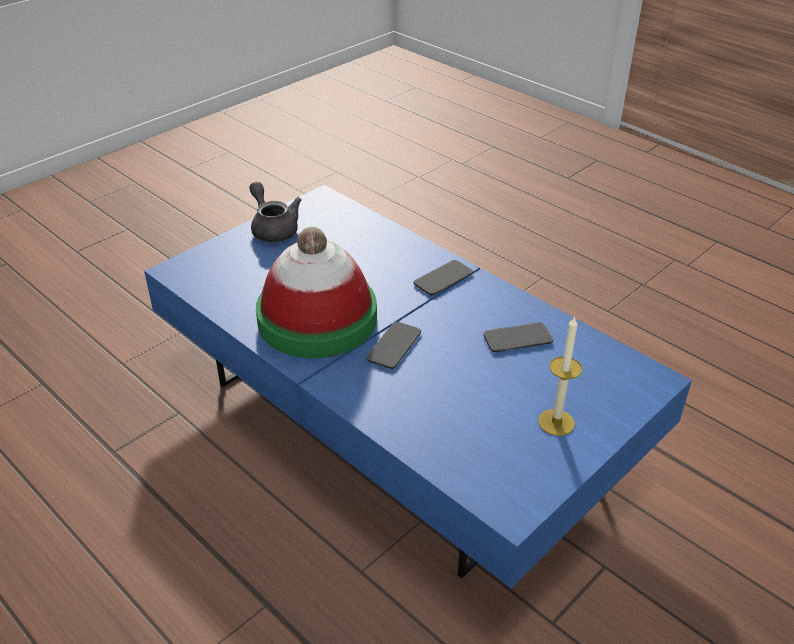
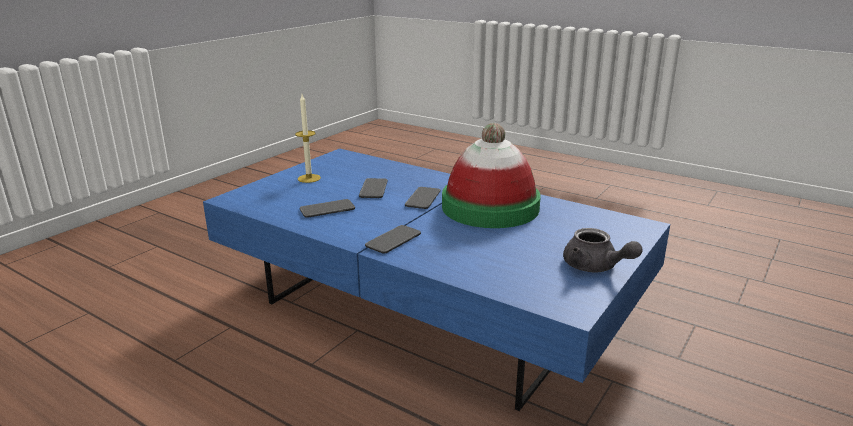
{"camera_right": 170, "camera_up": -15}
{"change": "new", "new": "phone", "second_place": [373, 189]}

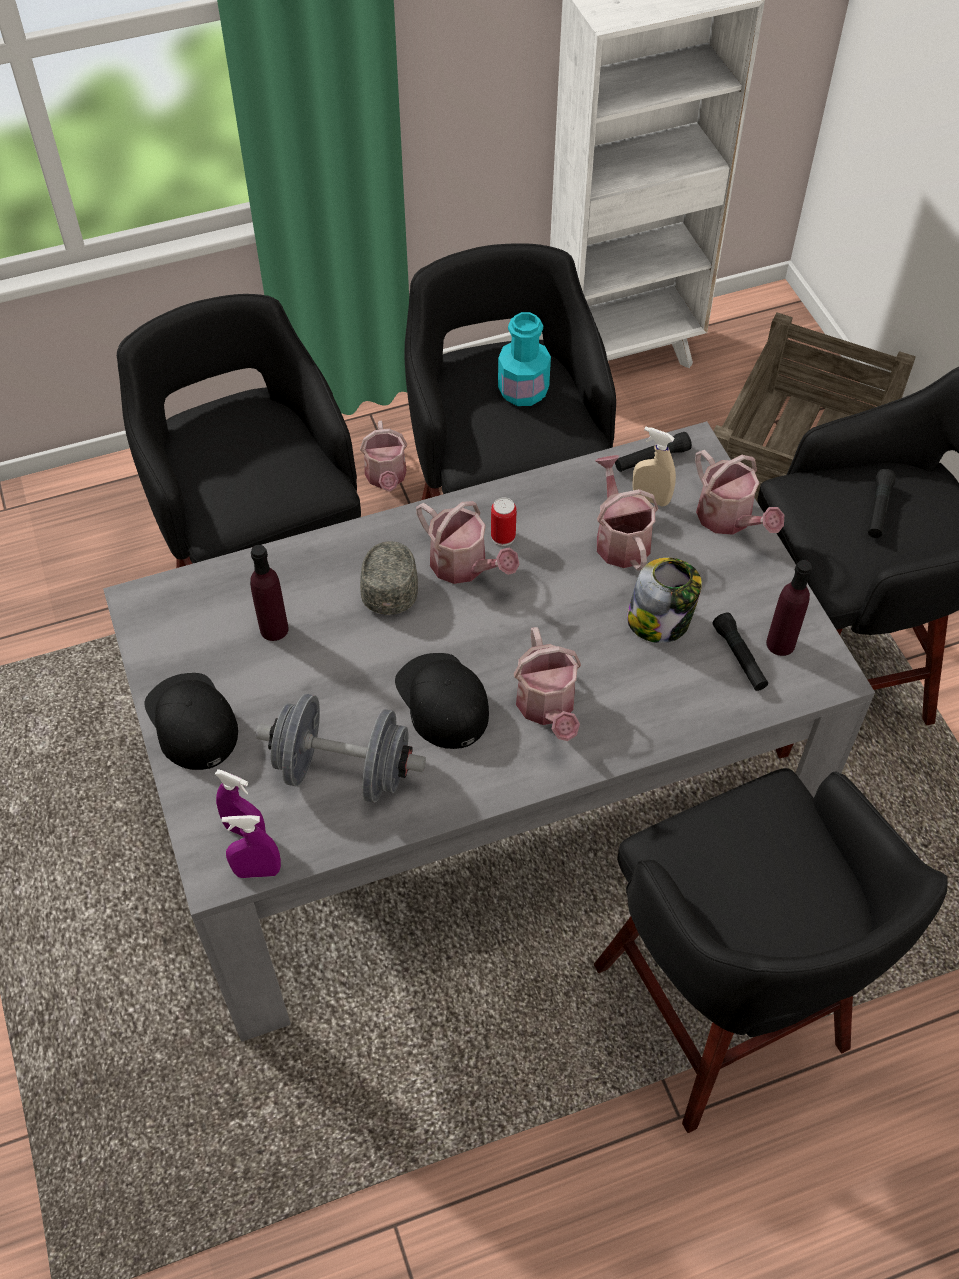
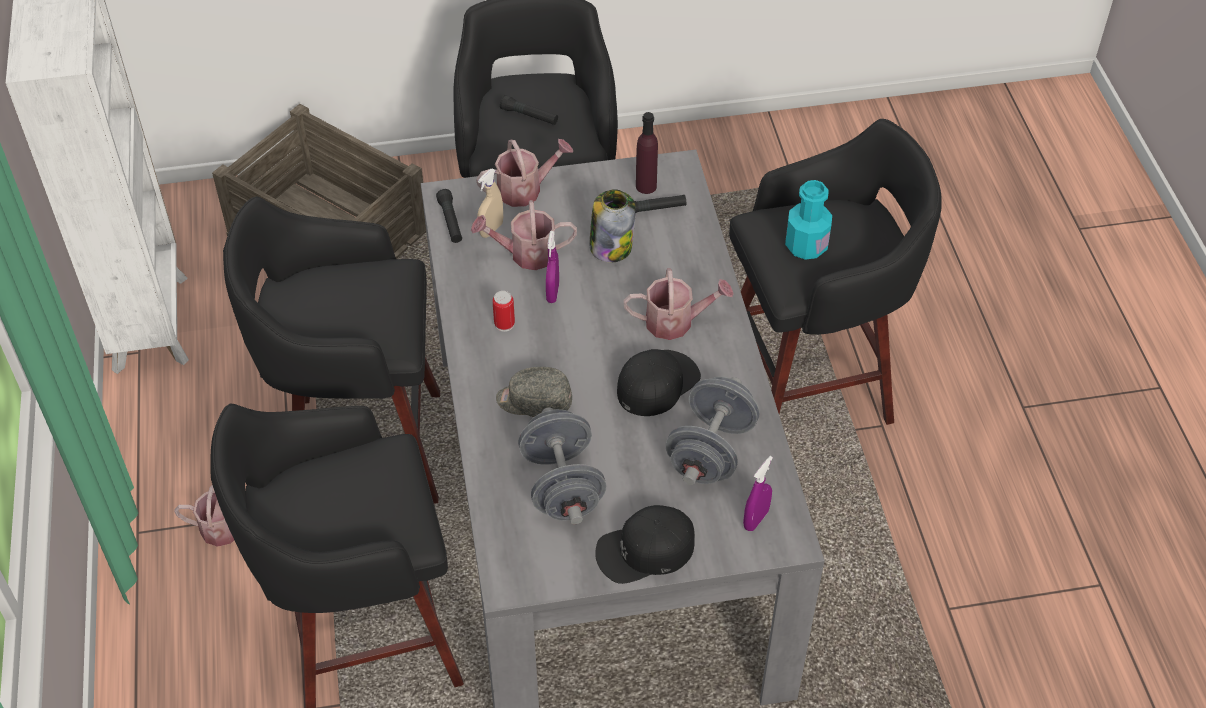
{"camera_right": -80, "camera_up": -5}
{"change": "gone", "old": "watering can", "first_place": [464, 566]}
{"change": "shifted", "old": "purple spray bottle", "first_place": [257, 871], "second_place": [552, 293]}
{"change": "shifted", "old": "turquoise bottle", "first_place": [523, 391], "second_place": [806, 245]}
{"change": "swapped", "old": "purple bottle", "new": "grey dumbbell", "first_place": [274, 629], "second_place": [562, 486]}
{"change": "rotated", "old": "black cap", "first_place": [442, 700], "second_place": [657, 383], "degrees": 150}

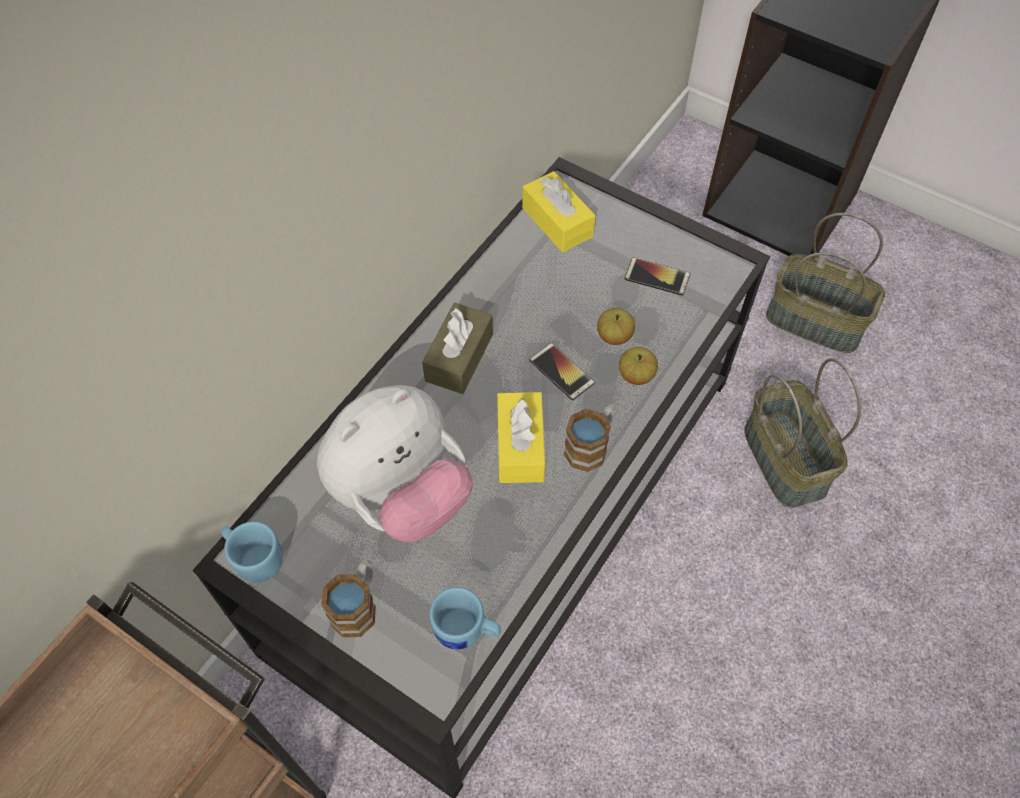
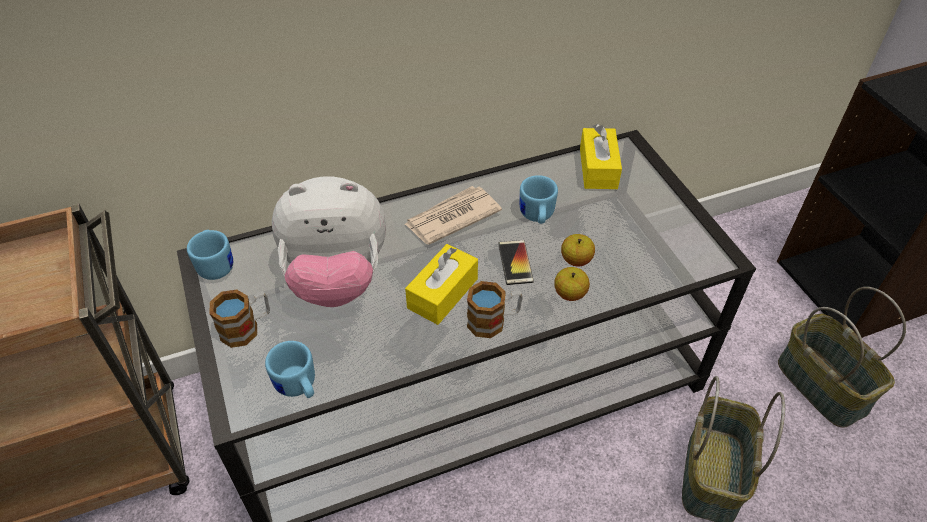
{"camera_right": 35, "camera_up": -10}
{"change": "gone", "old": "phone", "first_place": [657, 277]}
{"change": "new", "new": "blue mug", "second_place": [536, 217]}
{"change": "swapped", "old": "brown tissue box", "new": "newspaper", "first_place": [459, 357], "second_place": [451, 217]}

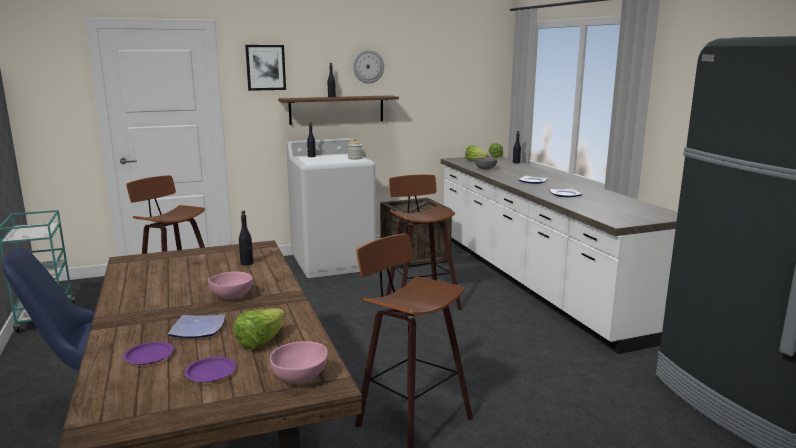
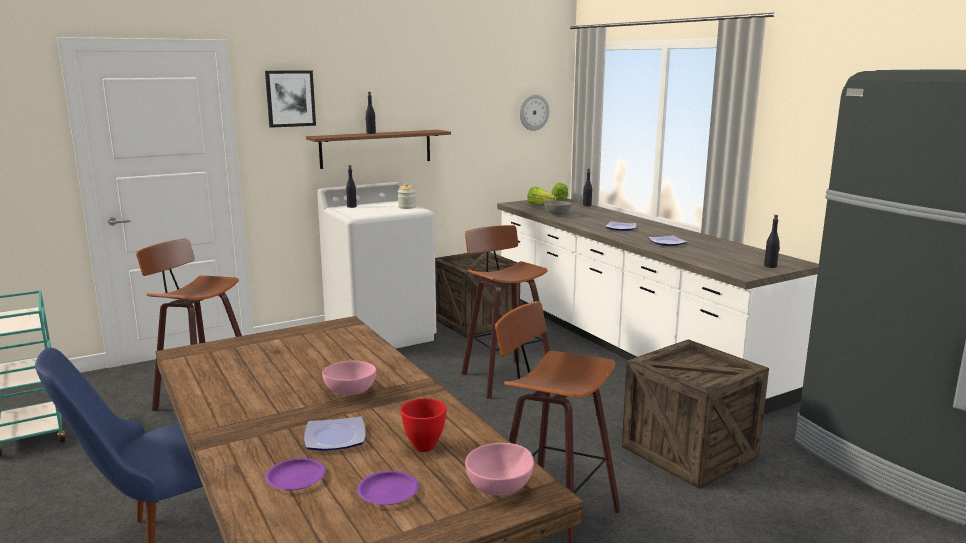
{"camera_right": -10, "camera_up": 0}
{"change": "new", "new": "crate", "second_place": [689, 451]}
{"change": "shifted", "old": "black bottle", "first_place": [247, 263], "second_place": [770, 266]}
{"change": "shifted", "old": "wall clock", "first_place": [368, 66], "second_place": [533, 112]}
{"change": "swapped", "old": "lettuce", "new": "red bowl", "first_place": [260, 341], "second_place": [423, 447]}

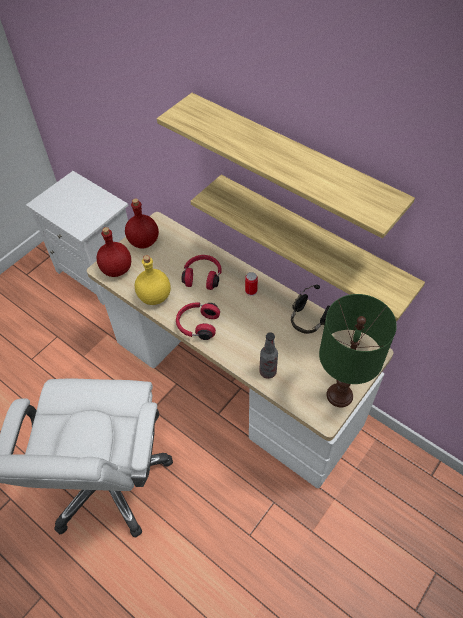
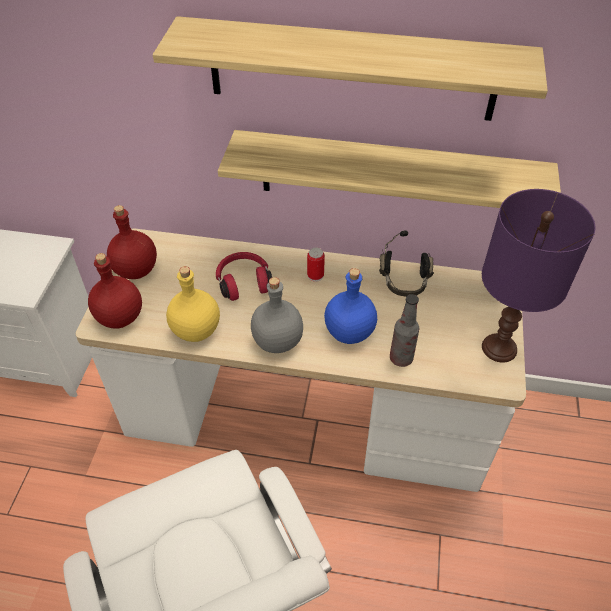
{"camera_right": -30, "camera_up": -5}
{"change": "new", "new": "blue bottle", "second_place": [349, 333]}
{"change": "swapped", "old": "red headphones", "new": "grey bottle", "first_place": [197, 325], "second_place": [276, 341]}
{"change": "repainted", "old": "green table lamp", "new": "purple table lamp", "first_place": [339, 394], "second_place": [499, 347]}

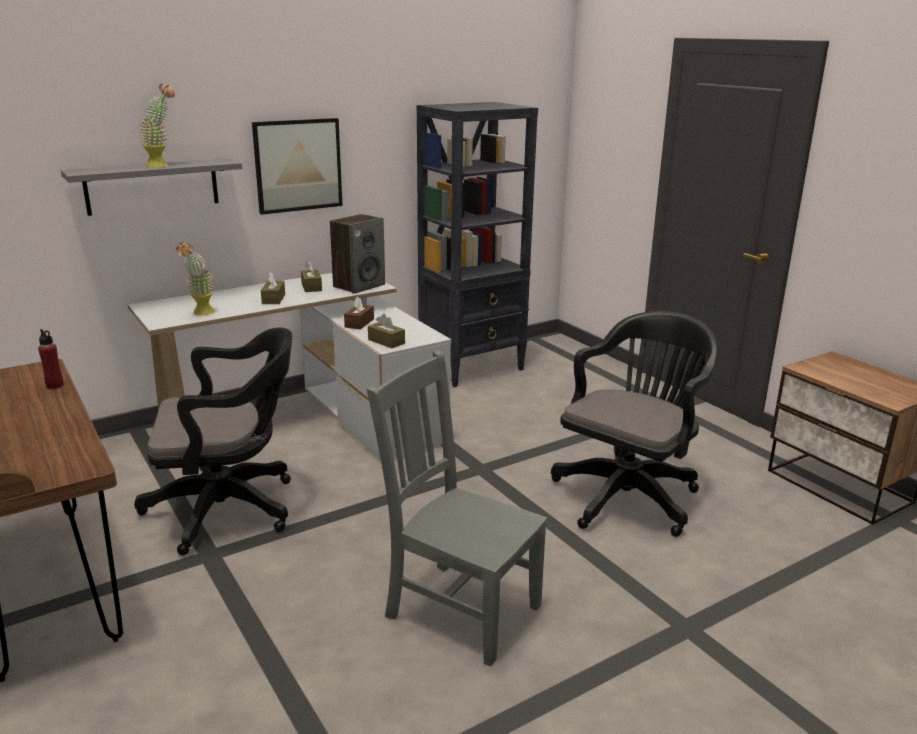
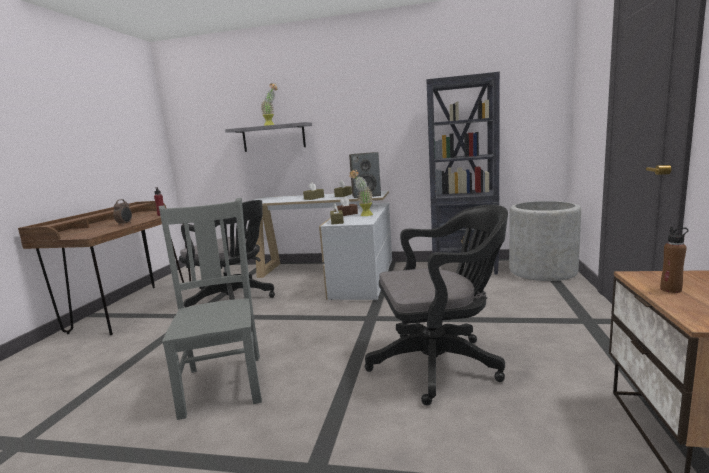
{"camera_right": 45, "camera_up": -10}
{"change": "gone", "old": "picture", "first_place": [298, 165]}
{"change": "new", "new": "alarm clock", "second_place": [125, 224]}
{"change": "new", "new": "grey planter", "second_place": [542, 271]}
{"change": "new", "new": "brown bottle", "second_place": [671, 289]}
{"change": "shifted", "old": "potted plant", "first_place": [200, 314], "second_place": [363, 215]}

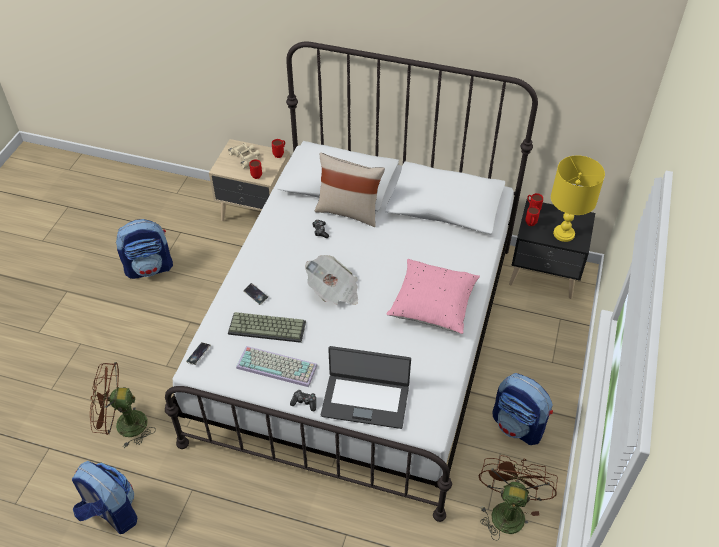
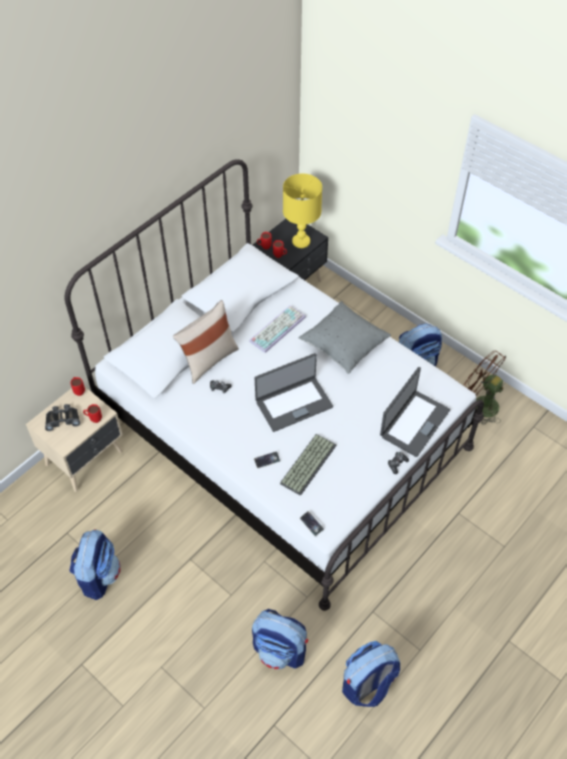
{"camera_right": -65, "camera_up": 5}
{"change": "shifted", "old": "keyboard", "first_place": [278, 366], "second_place": [277, 328]}
{"change": "swapped", "old": "brown fan", "new": "backpack", "first_place": [124, 425], "second_place": [280, 650]}
{"change": "swapped", "old": "newspaper", "new": "laptop", "first_place": [334, 291], "second_place": [293, 403]}
{"change": "repainted", "old": "beige binoculars", "new": "black binoculars", "first_place": [245, 157], "second_place": [62, 419]}
{"change": "repainted", "old": "pink pillow", "new": "grey pillow", "first_place": [432, 305], "second_place": [344, 345]}

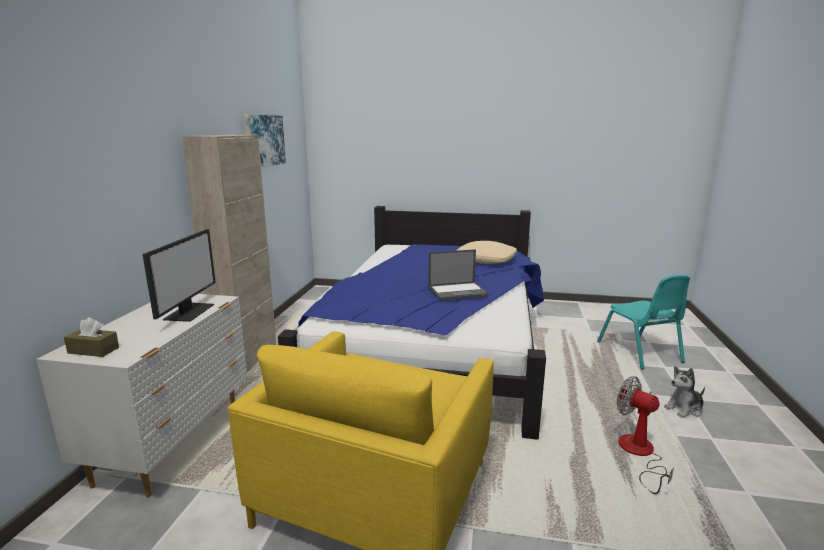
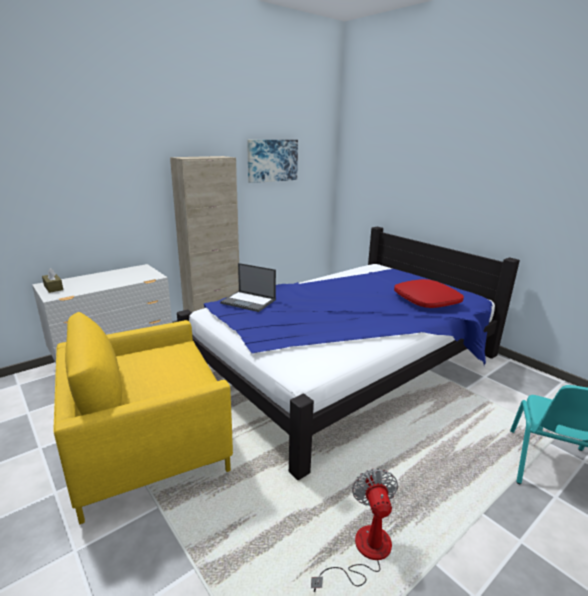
{"camera_right": 40, "camera_up": 5}
{"change": "gone", "old": "monitor", "first_place": [188, 311]}
{"change": "gone", "old": "plush toy", "first_place": [684, 409]}
{"change": "shifted", "old": "laptop", "first_place": [458, 291], "second_place": [249, 301]}
{"change": "repainted", "old": "beige pillow", "new": "red pillow", "first_place": [486, 260], "second_place": [427, 301]}

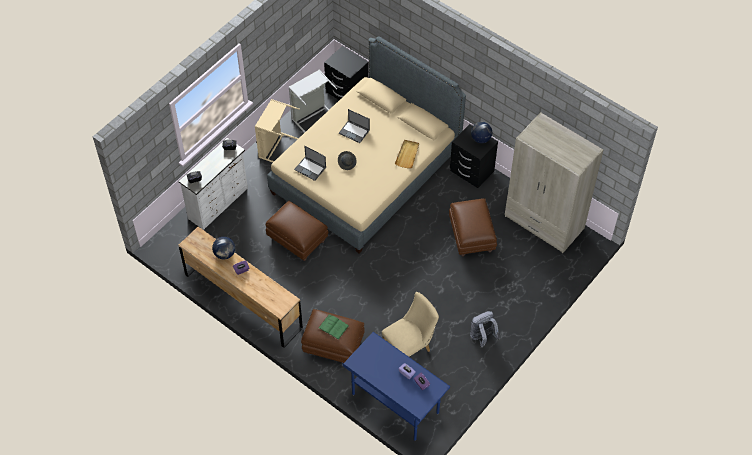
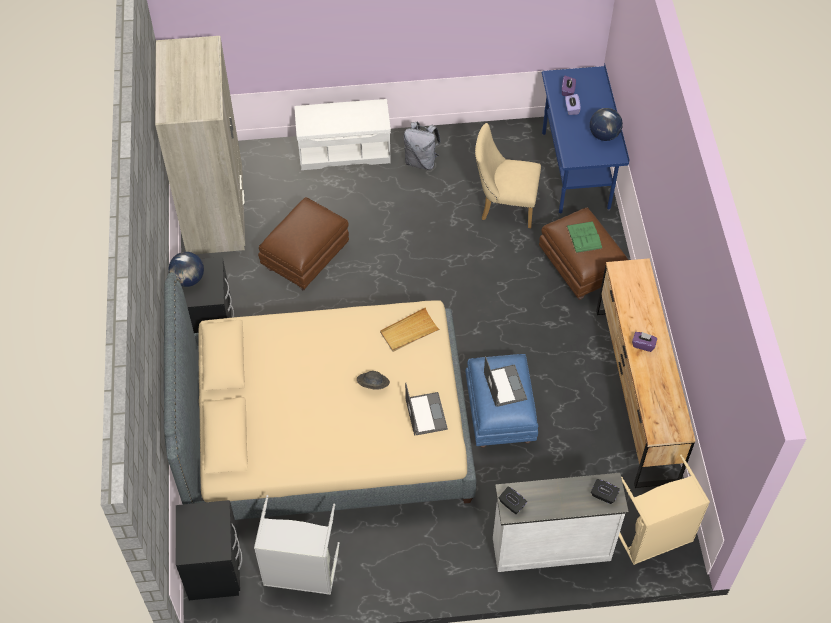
{"camera_right": -135, "camera_up": 0}
{"change": "new", "new": "white bench", "second_place": [345, 150]}
{"change": "shifted", "old": "globe", "first_place": [224, 254], "second_place": [604, 135]}
{"change": "shifted", "old": "beige laundry basket", "first_place": [276, 147], "second_place": [654, 537]}
{"change": "shifted", "old": "laptop", "first_place": [354, 132], "second_place": [504, 385]}
{"change": "shifted", "old": "beige tray", "first_place": [407, 155], "second_place": [409, 331]}
{"change": "repainted", "old": "brown ottoman", "new": "blue ottoman", "first_place": [298, 240], "second_place": [499, 414]}

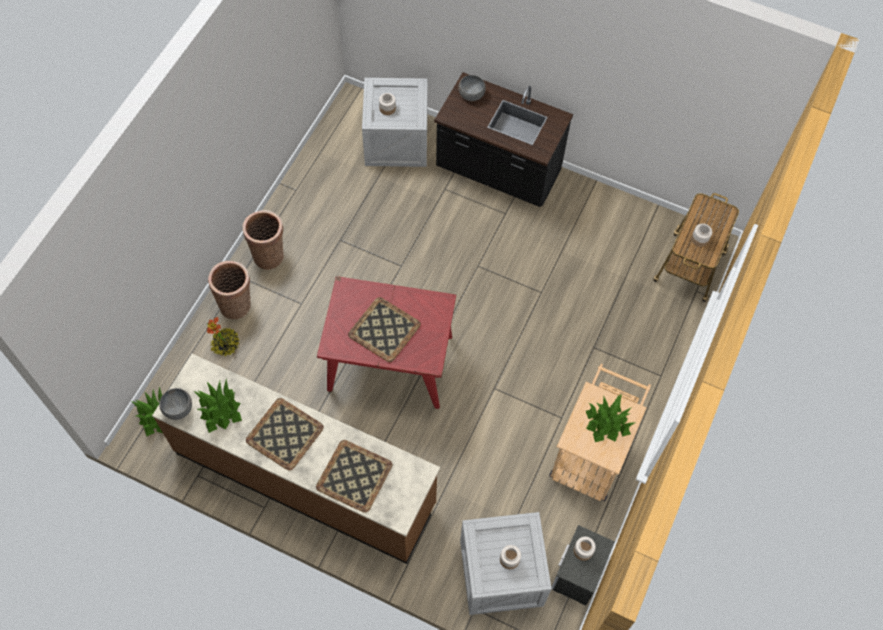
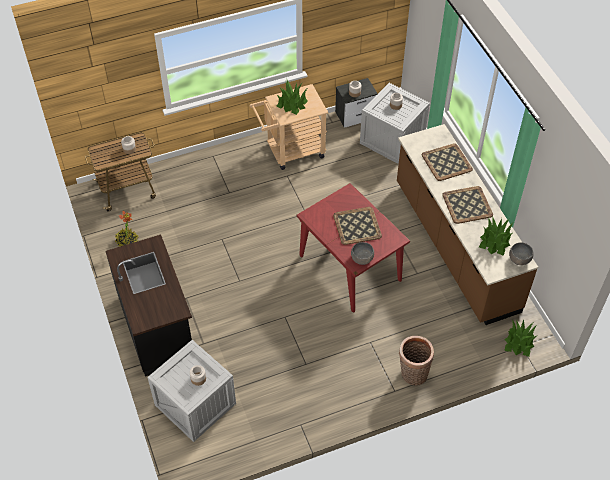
{"camera_right": -135, "camera_up": -10}
{"change": "gone", "old": "basket", "first_place": [269, 254]}
{"change": "shifted", "old": "potted plant", "first_place": [225, 344], "second_place": [127, 241]}
{"change": "shifted", "old": "grey bowl", "first_place": [471, 94], "second_place": [362, 258]}

